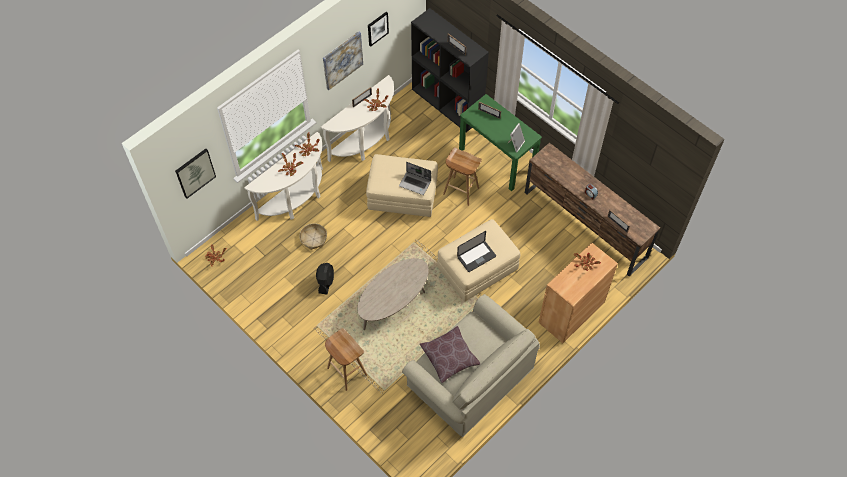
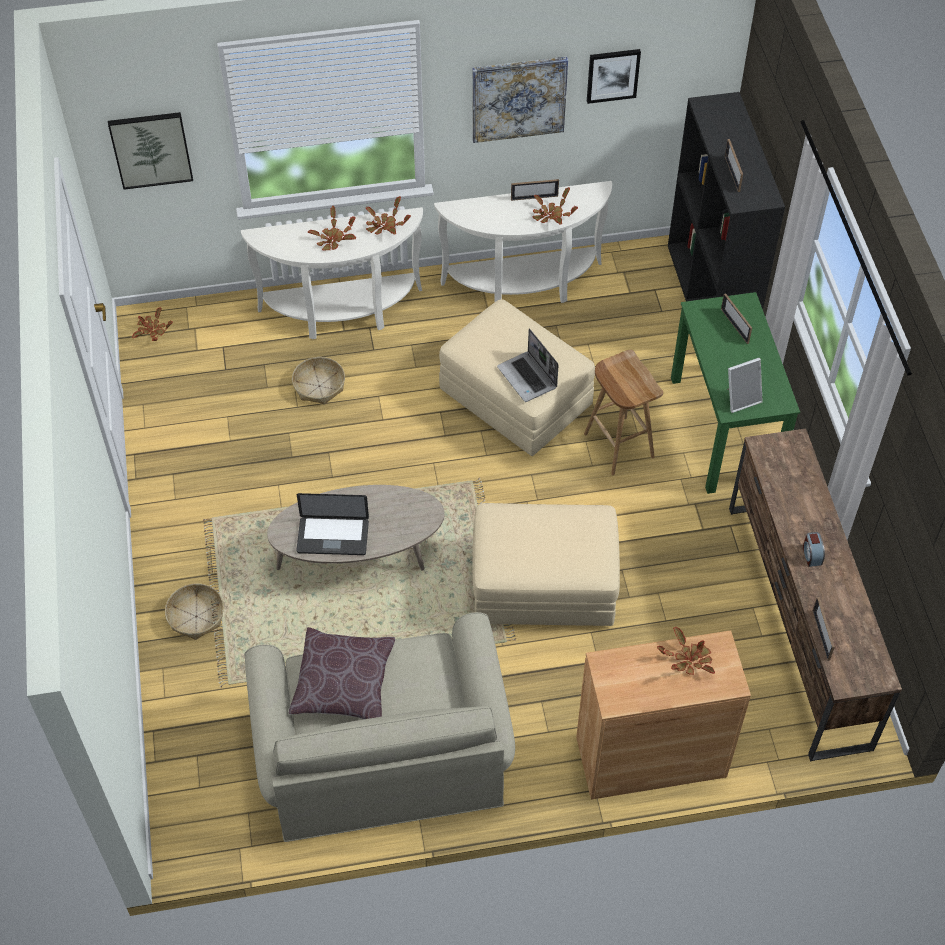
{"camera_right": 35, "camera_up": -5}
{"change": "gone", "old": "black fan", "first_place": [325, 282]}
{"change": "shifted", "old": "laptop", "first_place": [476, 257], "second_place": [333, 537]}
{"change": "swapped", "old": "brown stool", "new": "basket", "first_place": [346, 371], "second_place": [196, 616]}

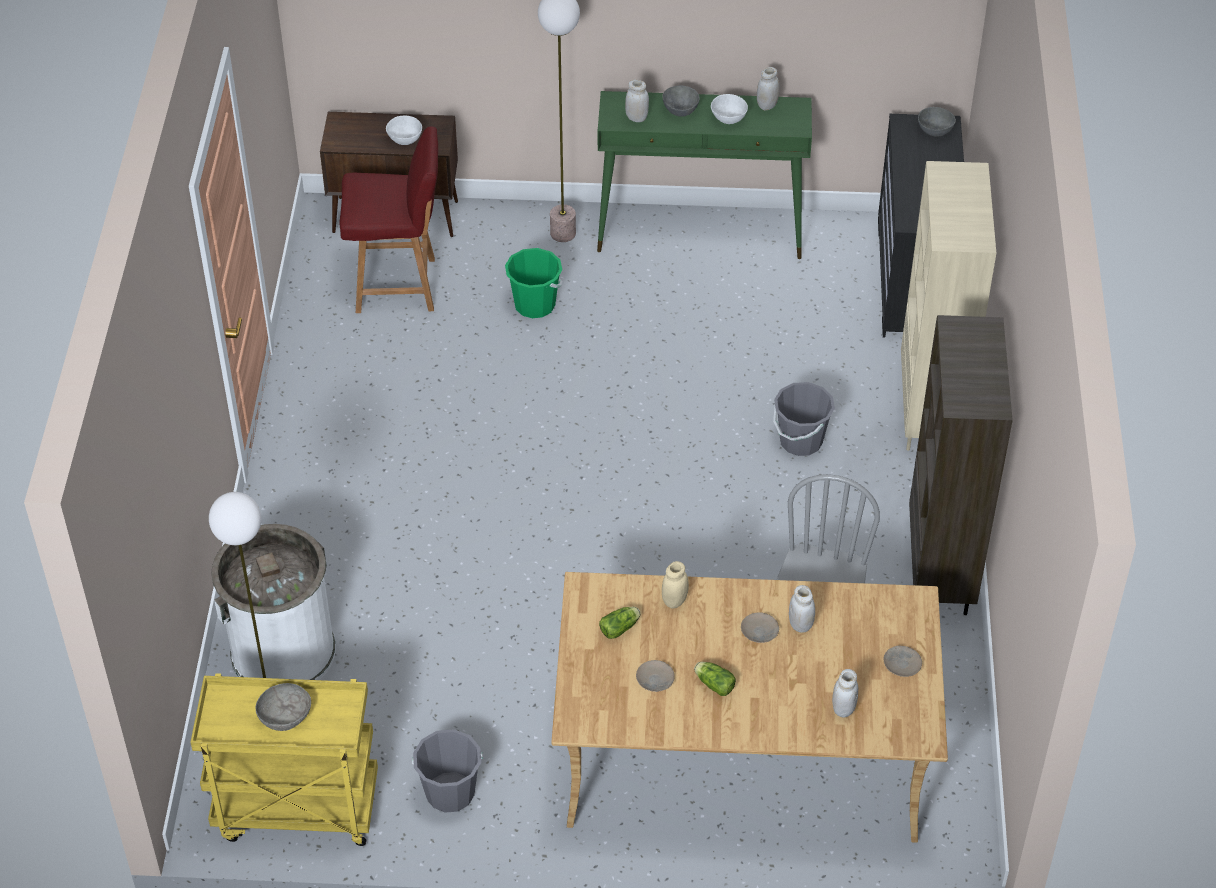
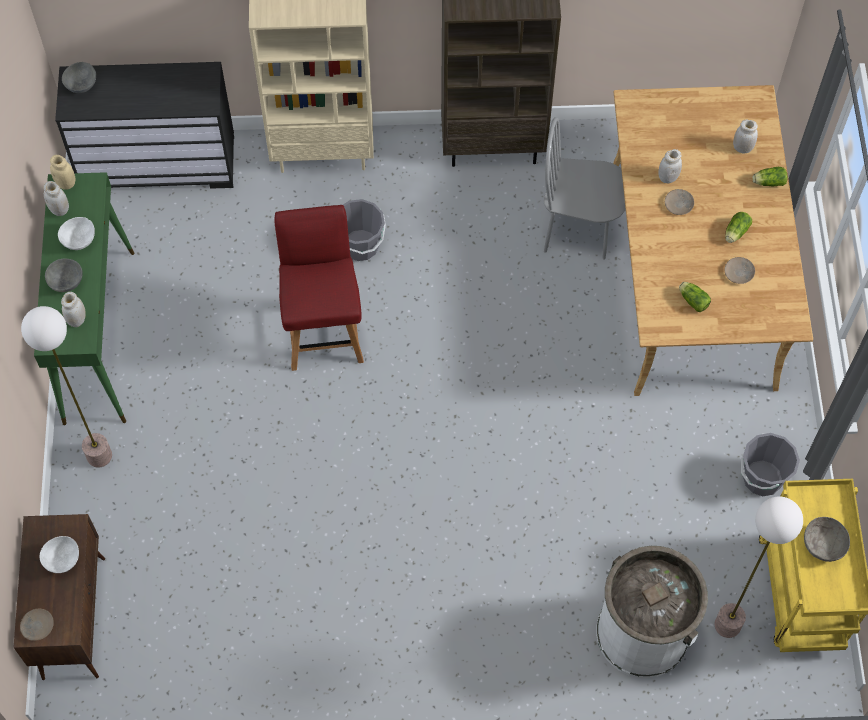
{"camera_right": -95, "camera_up": 15}
{"change": "gone", "old": "green bucket", "first_place": [535, 305]}
{"change": "new", "new": "lettuce", "second_place": [768, 182]}
{"change": "shifted", "old": "red chair", "first_place": [398, 285], "second_place": [324, 332]}
{"change": "shifted", "old": "beige jar", "first_place": [674, 601], "second_place": [66, 183]}
{"change": "shifted", "old": "beige plate", "first_place": [902, 664], "second_place": [37, 626]}

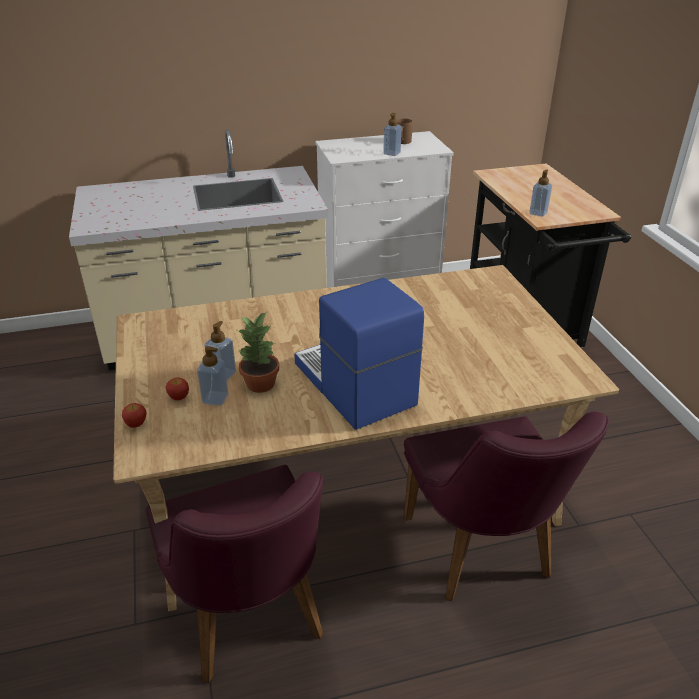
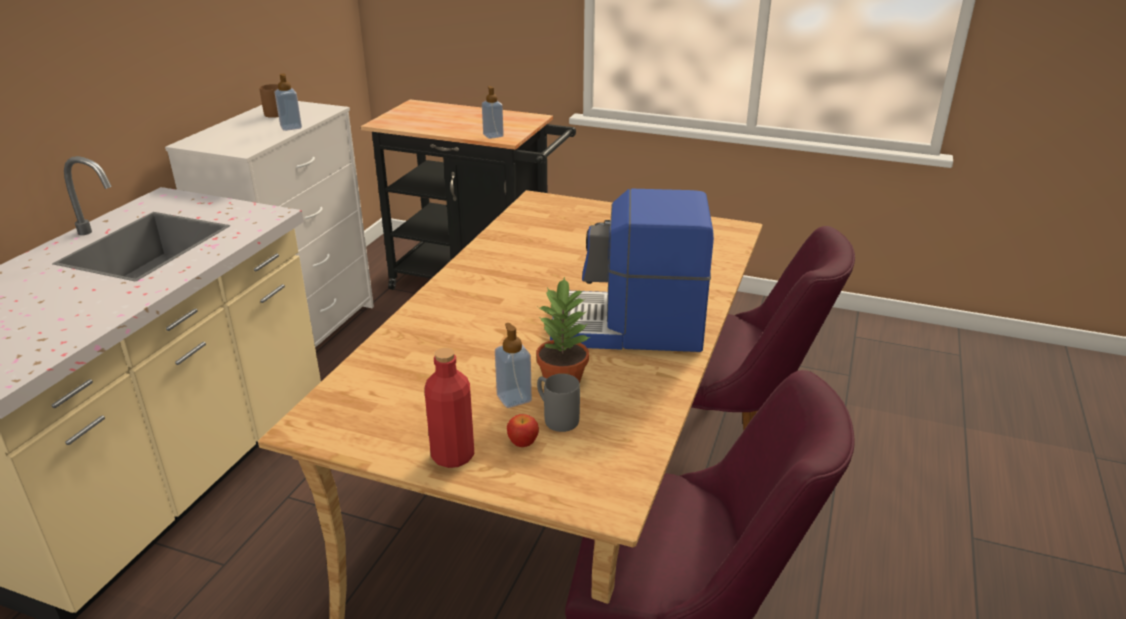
{"camera_right": -55, "camera_up": -5}
{"change": "gone", "old": "apple", "first_place": [136, 423]}
{"change": "new", "new": "red bottle", "second_place": [453, 456]}
{"change": "swapped", "old": "soap dispenser", "new": "grey mug", "first_place": [215, 398], "second_place": [556, 417]}

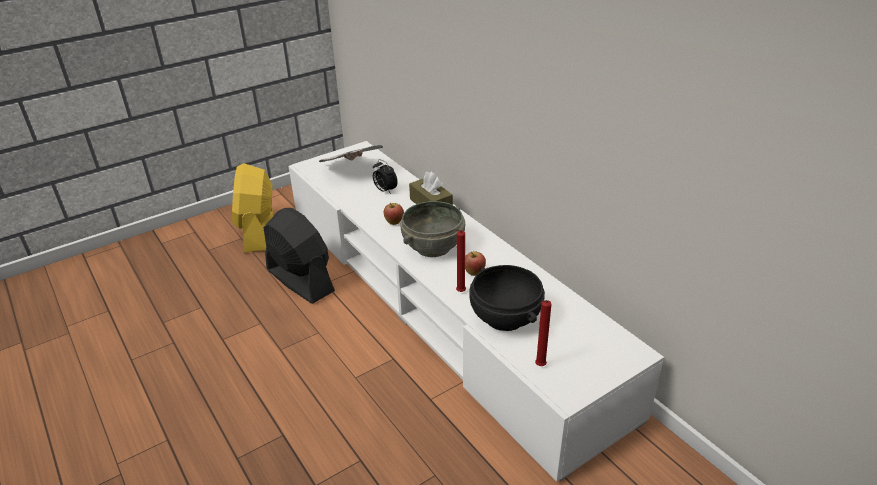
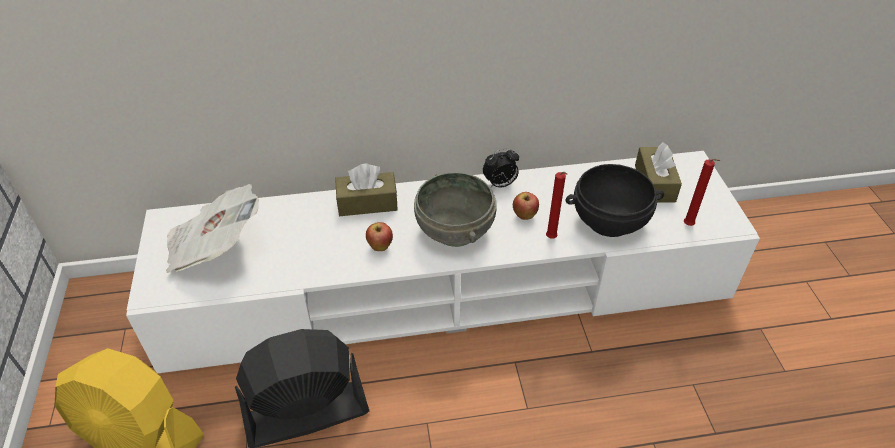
{"camera_right": -65, "camera_up": 10}
{"change": "new", "new": "brown tissue box", "second_place": [654, 183]}
{"change": "shifted", "old": "alarm clock", "first_place": [385, 190], "second_place": [500, 184]}

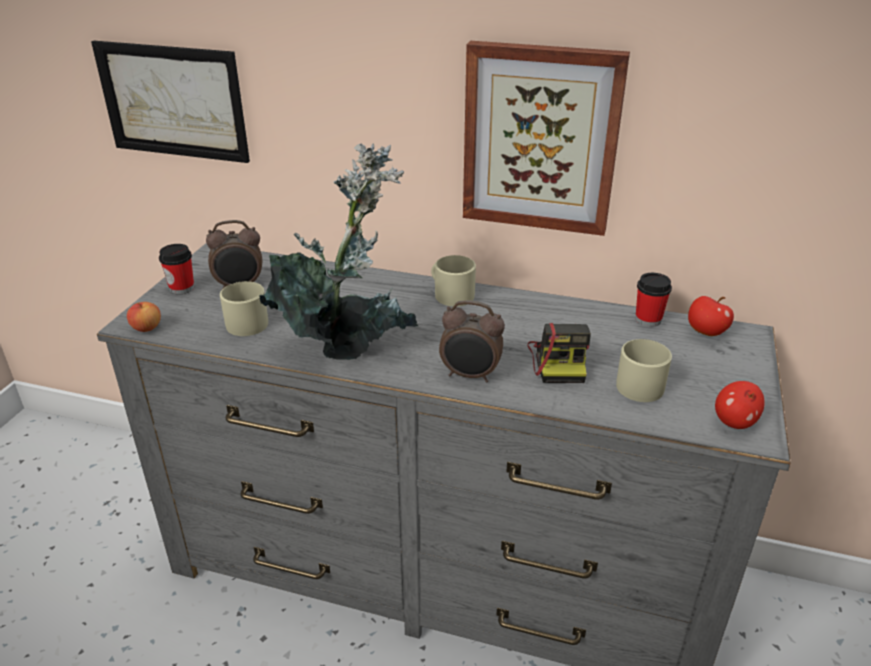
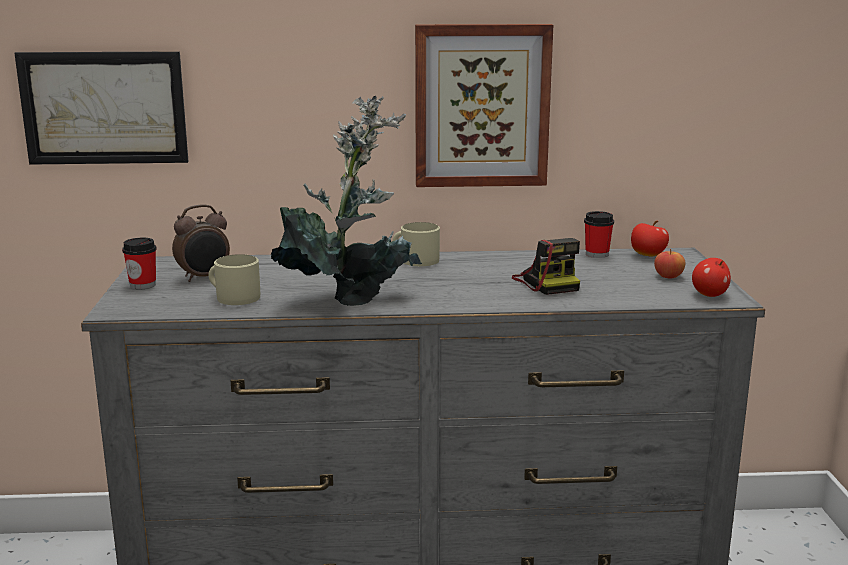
{"camera_right": -20, "camera_up": -15}
{"change": "gone", "old": "alarm clock", "first_place": [470, 375]}
{"change": "gone", "old": "beige mug", "first_place": [638, 383]}
{"change": "shifted", "old": "apple", "first_place": [146, 328], "second_place": [668, 276]}

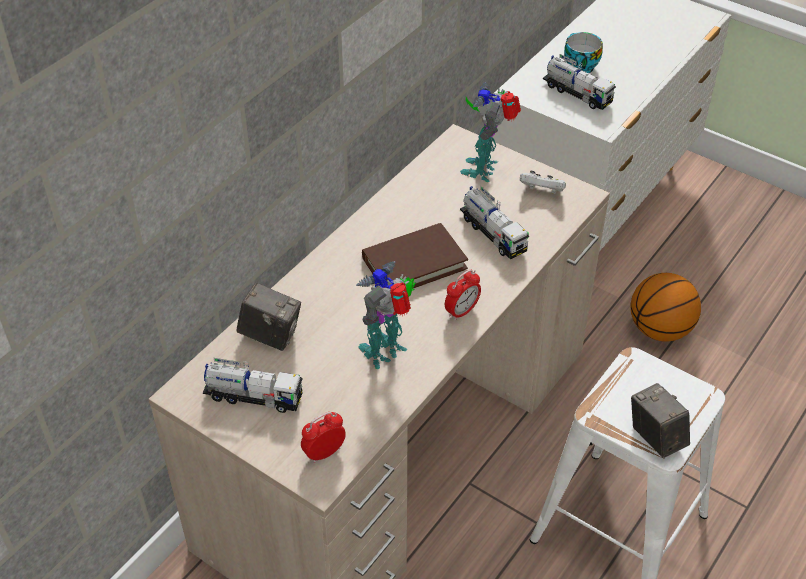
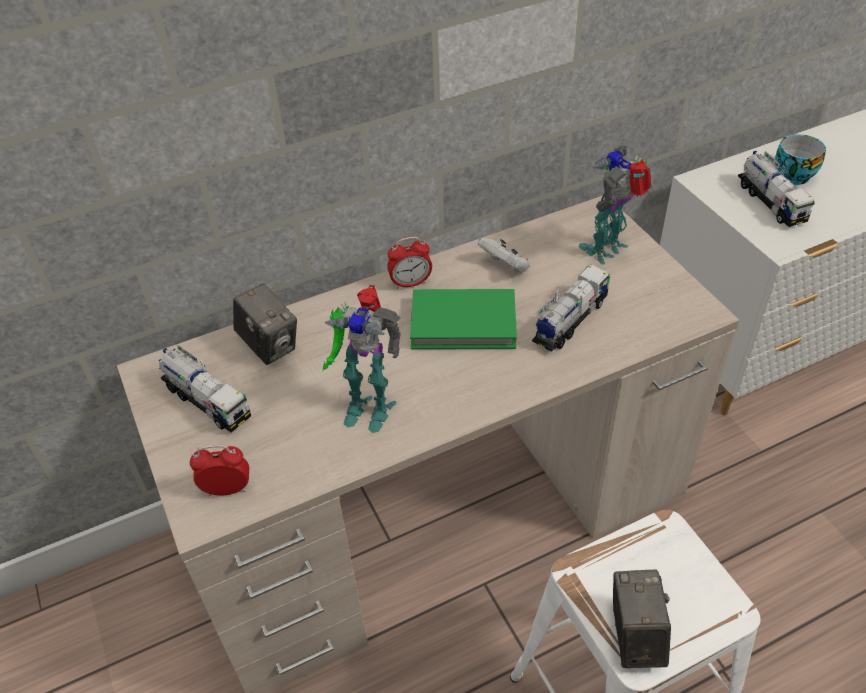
{"camera_right": 30, "camera_up": 0}
{"change": "gone", "old": "basketball", "first_place": [660, 330]}
{"change": "shifted", "old": "alarm clock", "first_place": [462, 311], "second_place": [410, 283]}
{"change": "shifted", "old": "white game controller", "first_place": [542, 192], "second_place": [505, 267]}
{"change": "repainted", "old": "brown book", "new": "green book", "first_place": [414, 263], "second_place": [463, 323]}
{"change": "rotated", "old": "toy robot", "first_place": [386, 352], "second_place": [367, 406], "degrees": -150}
{"change": "rotated", "old": "toy truck", "first_place": [493, 234], "second_place": [570, 321], "degrees": -135}

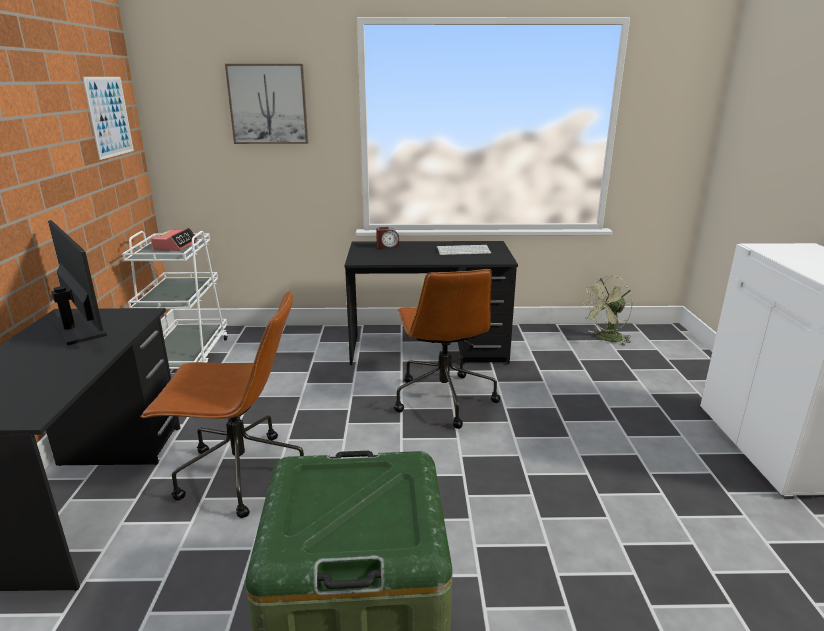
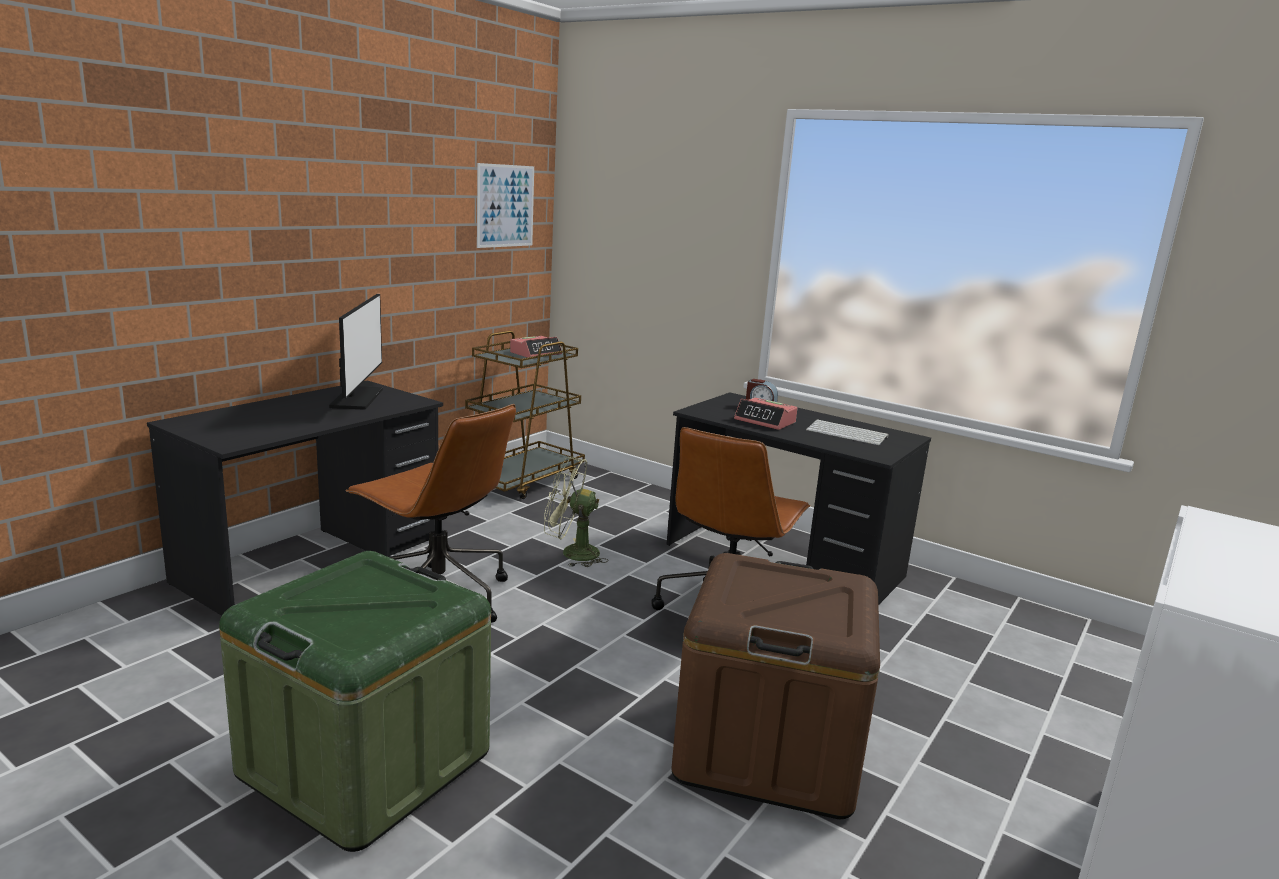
{"camera_right": 35, "camera_up": -5}
{"change": "gone", "old": "picture", "first_place": [268, 104]}
{"change": "new", "new": "brown storage box", "second_place": [768, 748]}
{"change": "new", "new": "alarm clock", "second_place": [765, 421]}
{"change": "shifted", "old": "green fan", "first_place": [606, 339], "second_place": [571, 553]}
{"change": "repainted", "old": "white cart", "new": "brown cart", "first_place": [187, 355], "second_place": [523, 480]}

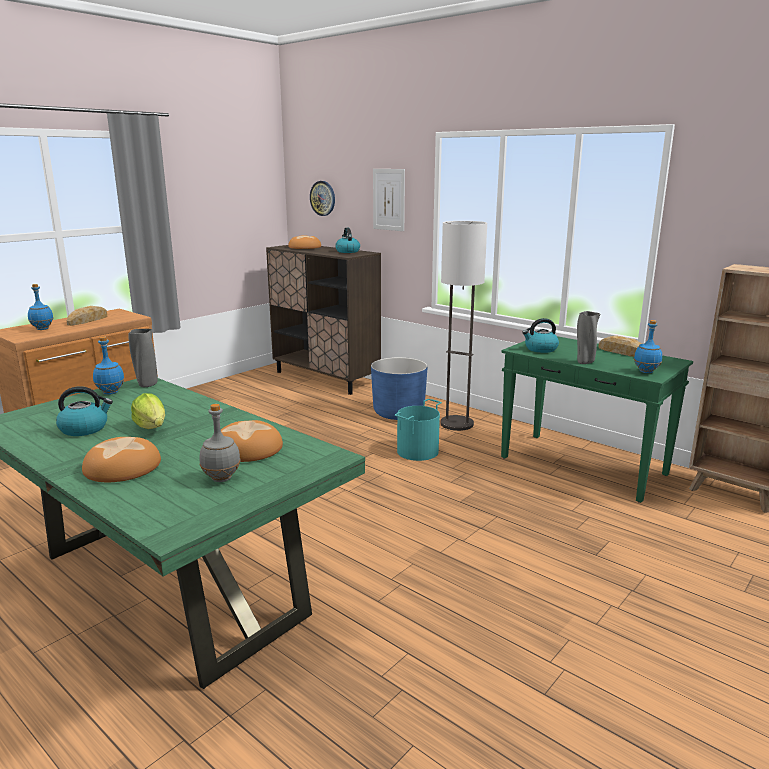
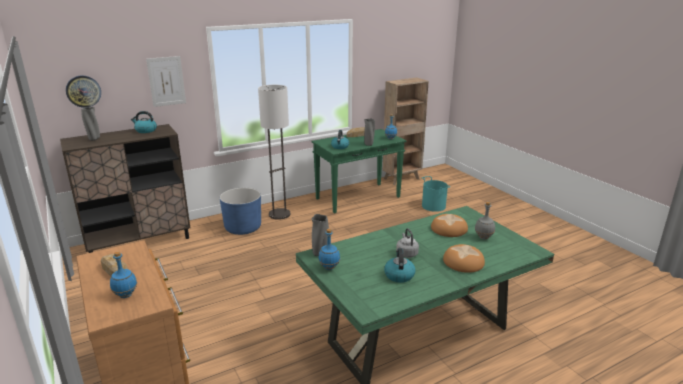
{"camera_right": -70, "camera_up": 5}
{"change": "shifted", "old": "turquoise bucket", "first_place": [418, 451], "second_place": [434, 206]}
{"change": "swapped", "old": "lettuce", "new": "grey kettle", "first_place": [152, 427], "second_place": [406, 253]}
{"change": "swapped", "old": "bread", "new": "grey vase", "first_place": [305, 247], "second_place": [94, 139]}

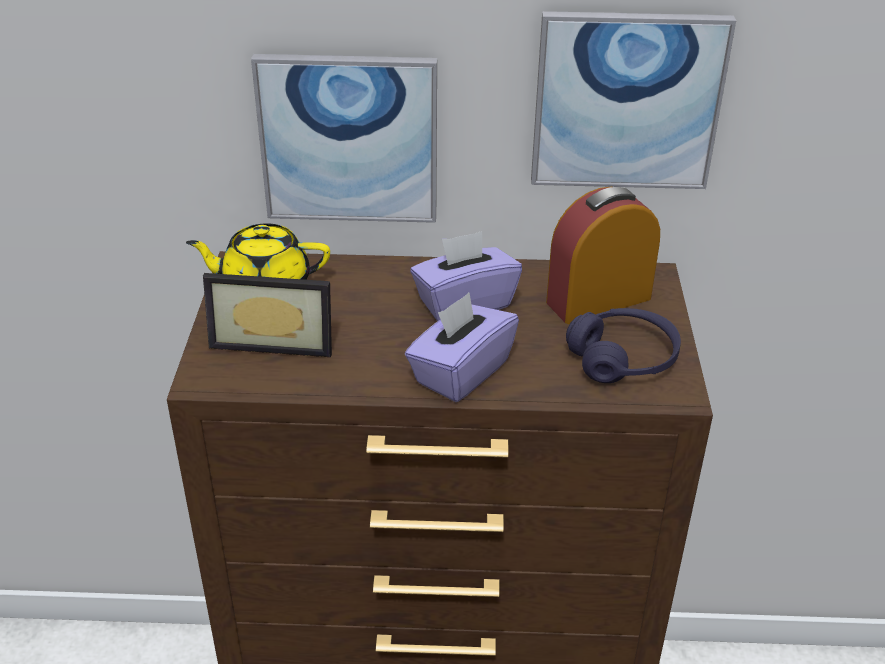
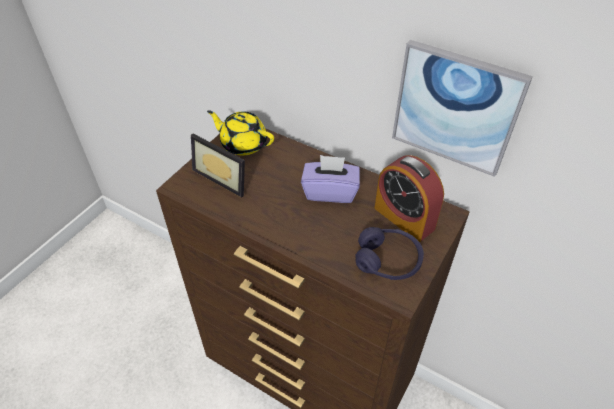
{"camera_right": 30, "camera_up": 10}
{"change": "gone", "old": "picture", "first_place": [349, 138]}
{"change": "gone", "old": "purple tissue box", "first_place": [460, 372]}
{"change": "rotated", "old": "alarm clock", "first_place": [598, 300], "second_place": [404, 218], "degrees": -135}

